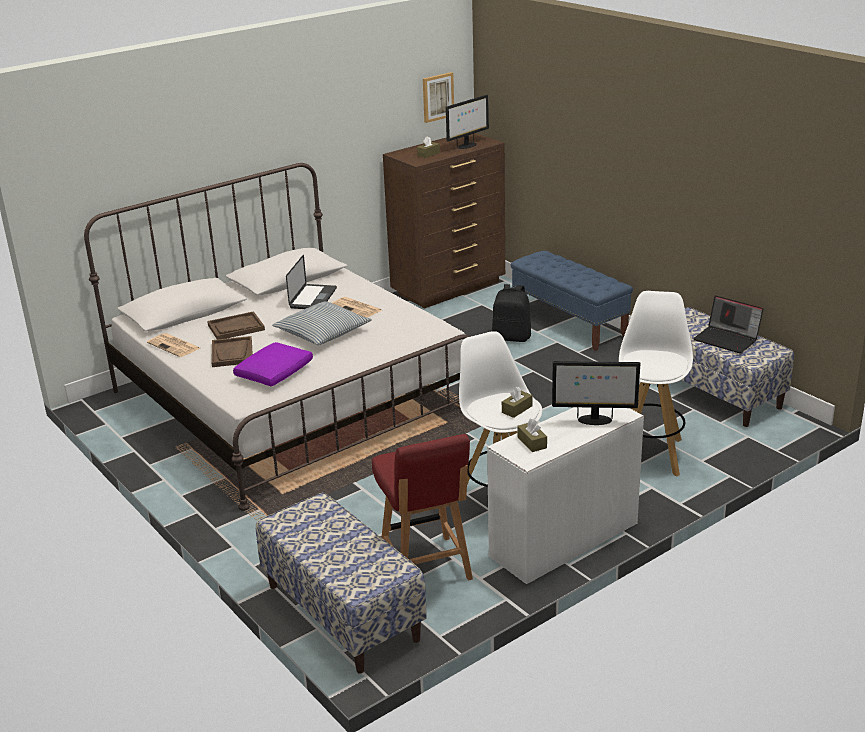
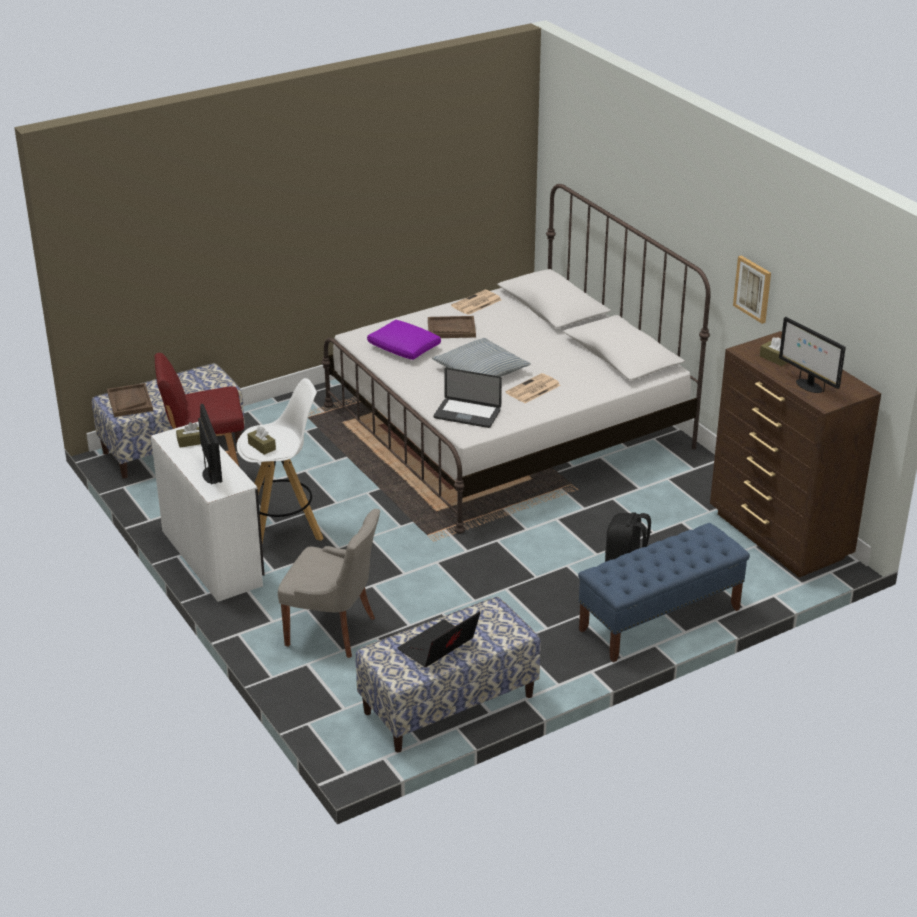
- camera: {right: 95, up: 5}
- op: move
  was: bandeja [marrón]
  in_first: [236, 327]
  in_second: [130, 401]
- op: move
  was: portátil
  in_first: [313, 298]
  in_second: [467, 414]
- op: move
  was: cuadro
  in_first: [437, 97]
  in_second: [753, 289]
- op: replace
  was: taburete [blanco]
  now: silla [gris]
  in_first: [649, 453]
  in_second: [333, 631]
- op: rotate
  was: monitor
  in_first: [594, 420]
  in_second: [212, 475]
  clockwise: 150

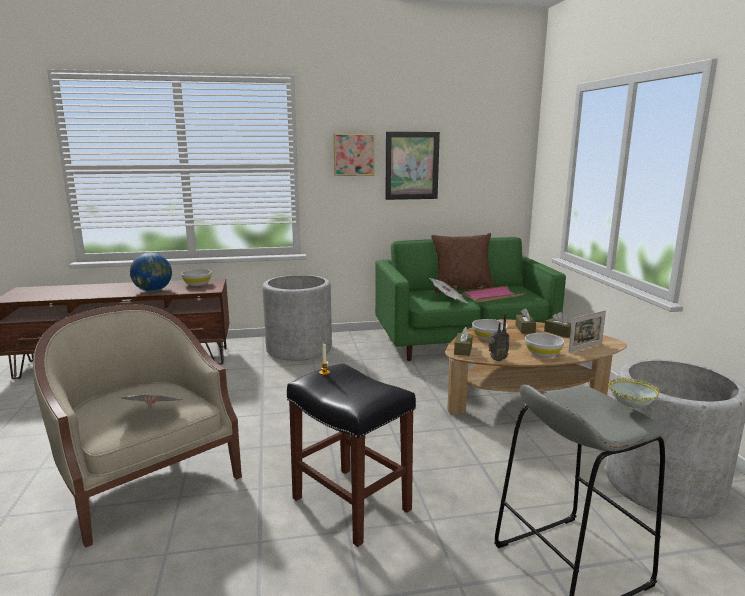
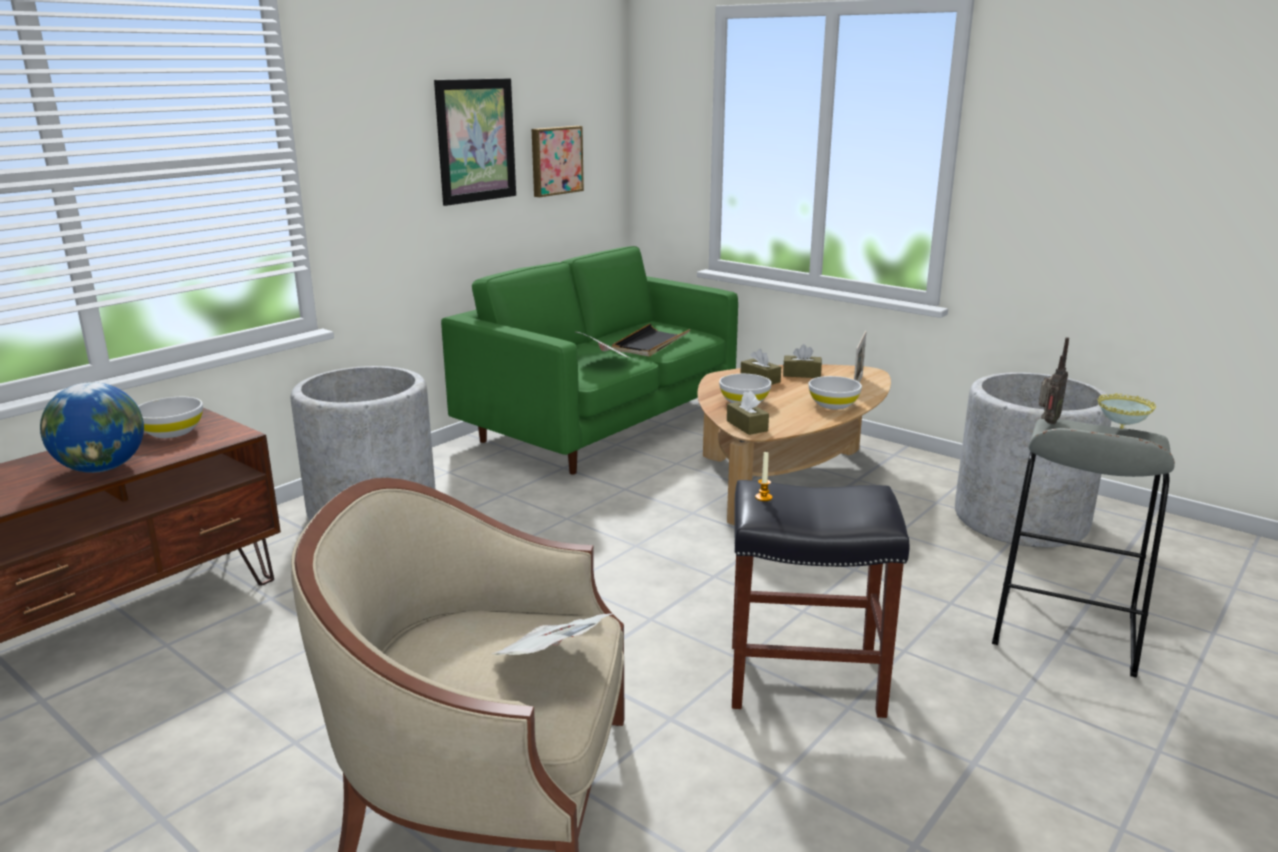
- camera: {right: -40, up: 5}
- op: delete
  was: cojín [marrón]
  in_first: [462, 288]
- op: move
  was: cuadro
  in_first: [353, 154]
  in_second: [555, 160]
- op: move
  was: radio
  in_first: [496, 359]
  in_second: [1047, 422]
- op: recolor
  was: bandeja [rosa]
  now: bandeja [negro]
  in_first: [492, 296]
  in_second: [650, 343]

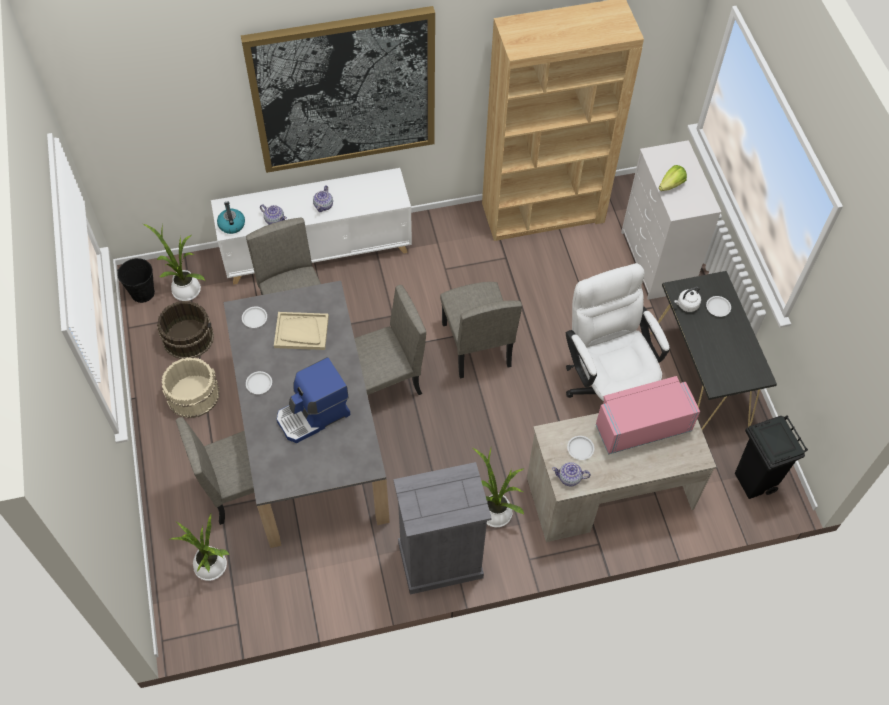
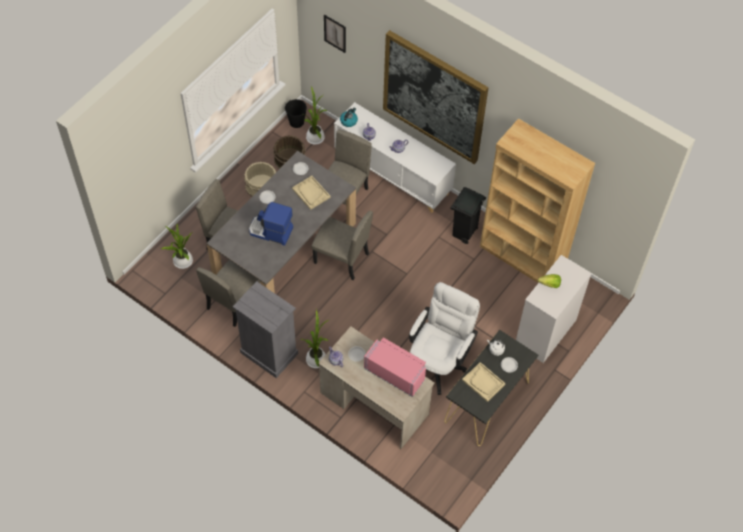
- camera: {right: 50, up: 0}
- op: insert
  now: cuadro
  in_second: [335, 33]
- op: insert
  now: bandeja [beis]
  in_second: [483, 382]
- op: move
  was: silla [beis]
  in_first: [476, 345]
  in_second: [234, 301]
- op: move
  was: papelera [negro]
  in_first: [754, 482]
  in_second: [464, 233]

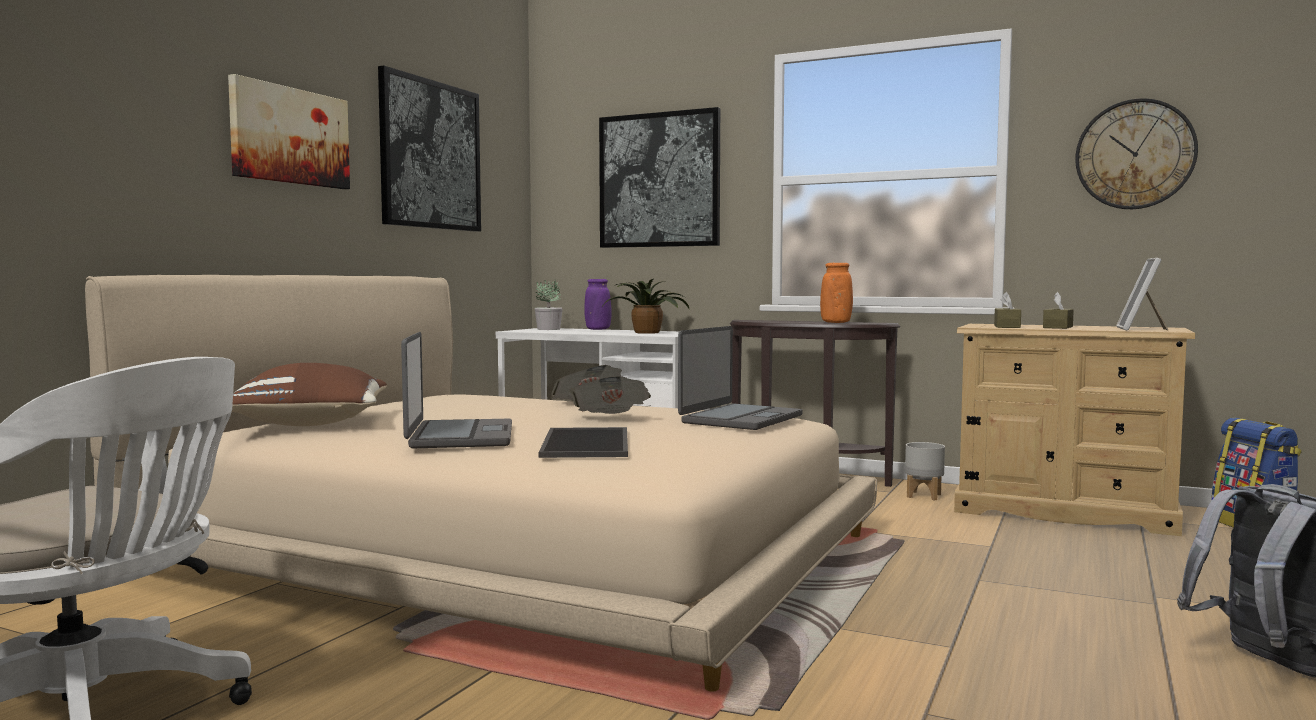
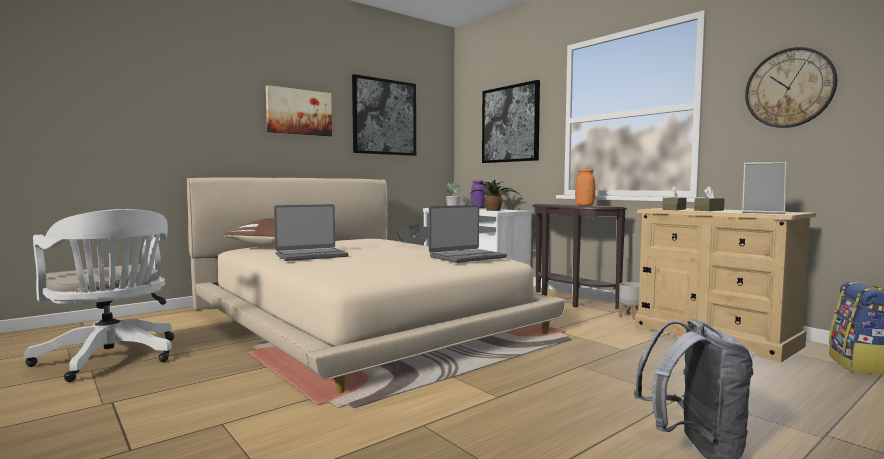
- camera: {right: 25, up: 0}
- op: delete
  was: bandeja
  in_first: [588, 444]
- op: delete
  was: periódico
  in_first: [610, 419]
- op: rotate
  was: portátil
  in_first: [459, 436]
  in_second: [311, 255]
  clockwise: 45
- op: rotate
  was: portarretratos
  in_first: [1140, 329]
  in_second: [763, 212]
  clockwise: -105

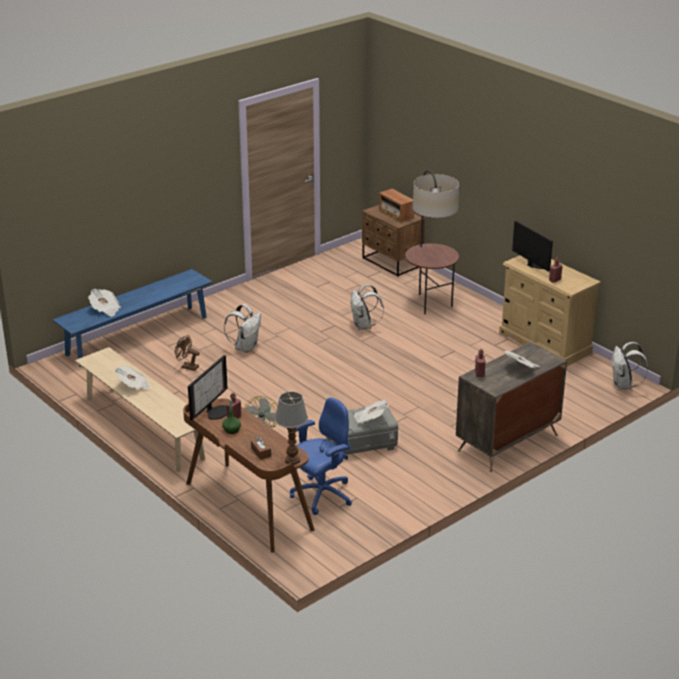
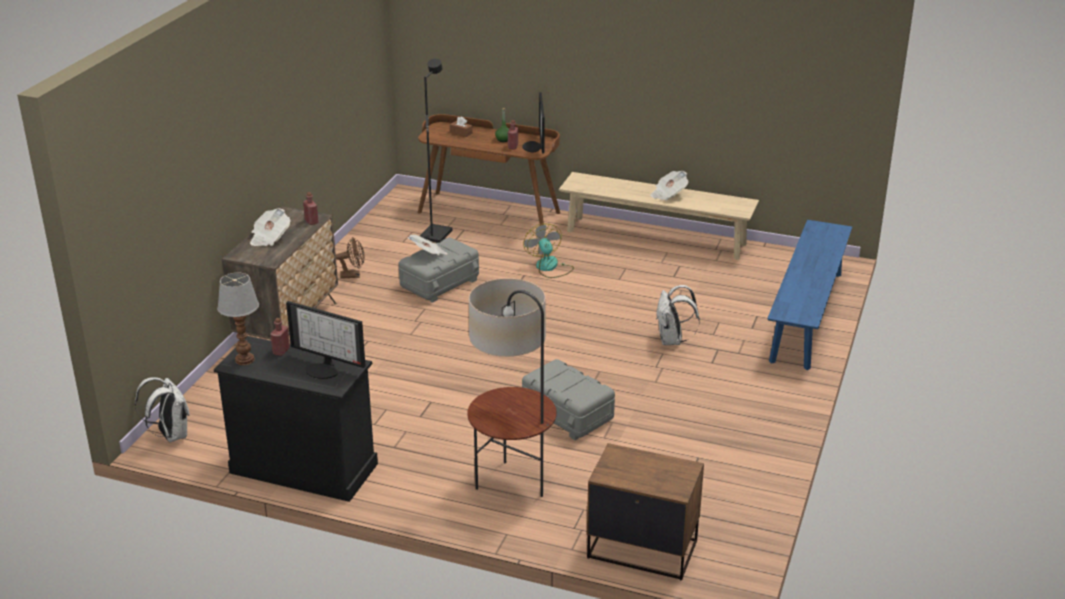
- camera: {right: 150, up: 0}
- op: delete
  was: periódico
  in_first: [105, 310]
- op: delete
  was: radio
  in_first: [396, 214]
- op: move
  was: ventilador [marrón]
  in_first: [187, 367]
  in_second: [353, 275]
- op: move
  was: lámpara de mesa
  in_first: [292, 460]
  in_second: [245, 360]
- op: replace
  was: silla de oficina [azul]
  now: lámpara de pie [negro]
  in_first: [321, 495]
  in_second: [435, 235]
- op: replace
  was: mochila [blanco]
  now: caja de almacenaje [gris]
  in_first: [364, 326]
  in_second: [567, 414]
- op: recolor
  was: cómoda [beis]
  now: cómoda [negro]
  in_first: [544, 343]
  in_second: [304, 468]

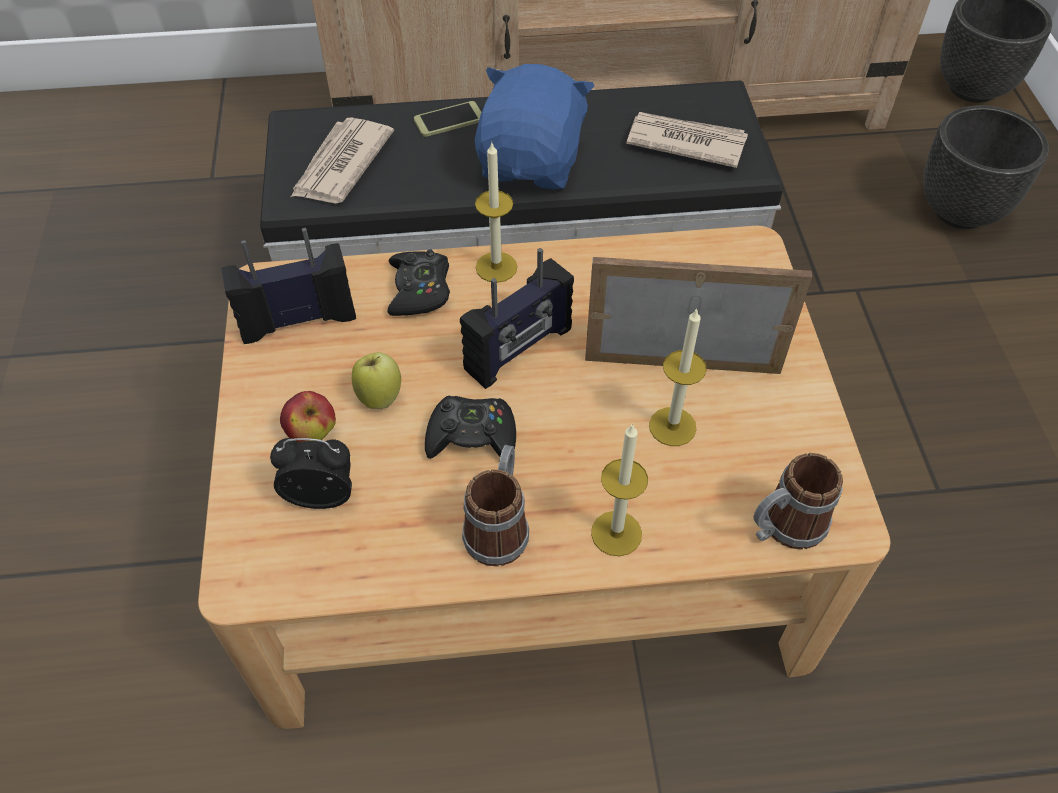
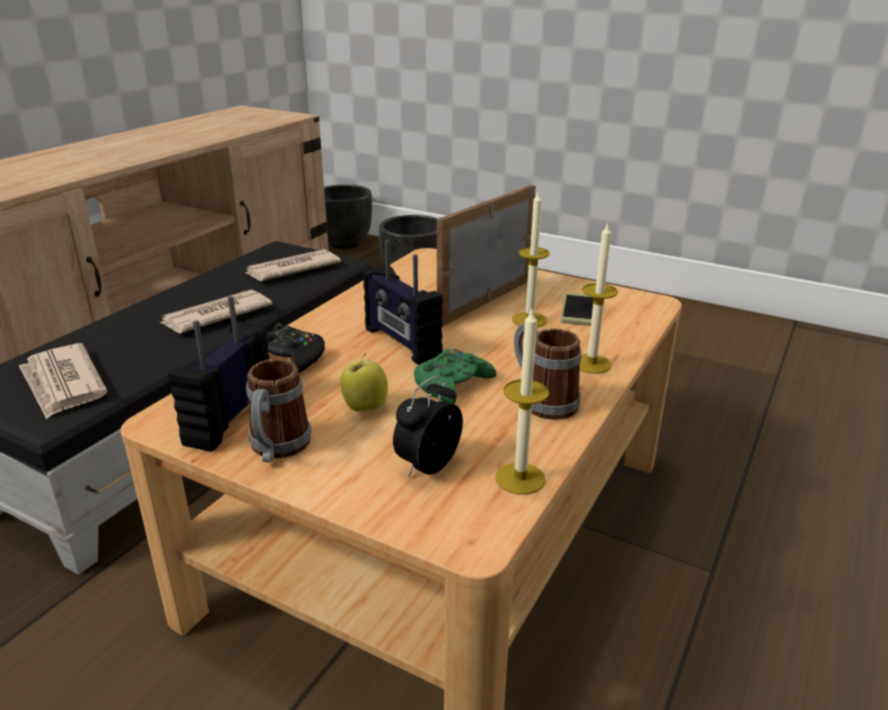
- camera: {right: -55, up: -25}
- op: delete
  was: manzana
  in_first: [312, 433]
- op: move
  was: móvil
  in_first: [449, 120]
  in_second: [578, 310]
- op: move
  was: vela
  in_first: [496, 267]
  in_second: [520, 478]
- op: move
  was: taza grande
  in_first: [783, 527]
  in_second: [277, 449]
- op: replace
  was: peluche [azul]
  now: periódico
  in_first: [532, 163]
  in_second: [215, 315]
- op: recolor
  was: mando de consola [negro]
  now: mando de consola [verde]
  in_first: [472, 436]
  in_second: [452, 384]
- op: rotate
  was: radio
  in_first: [519, 350]
  in_second: [401, 343]
  clockwise: 150

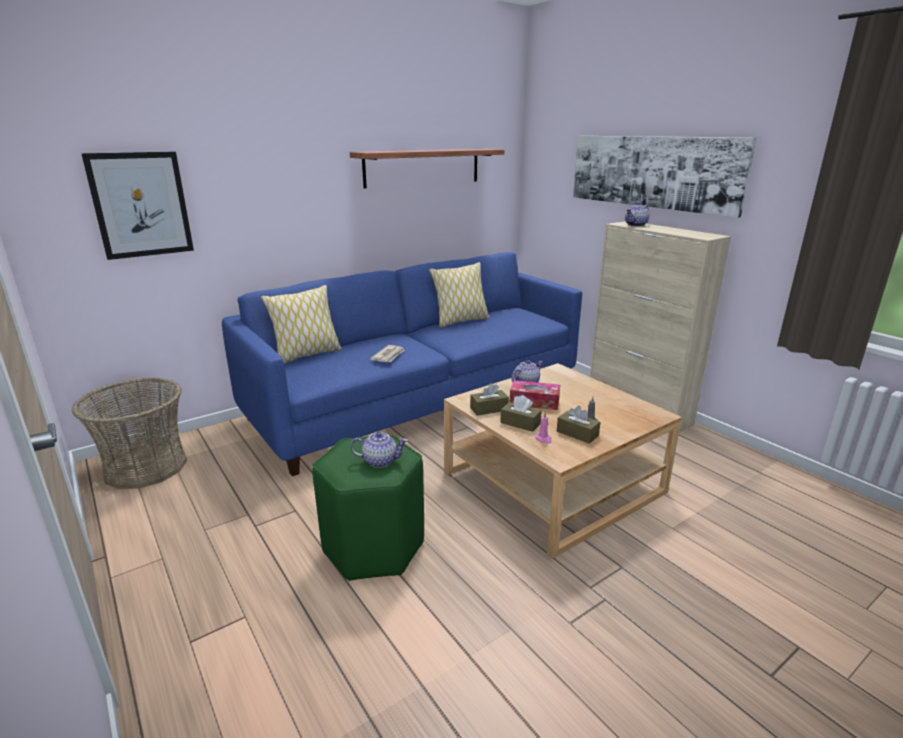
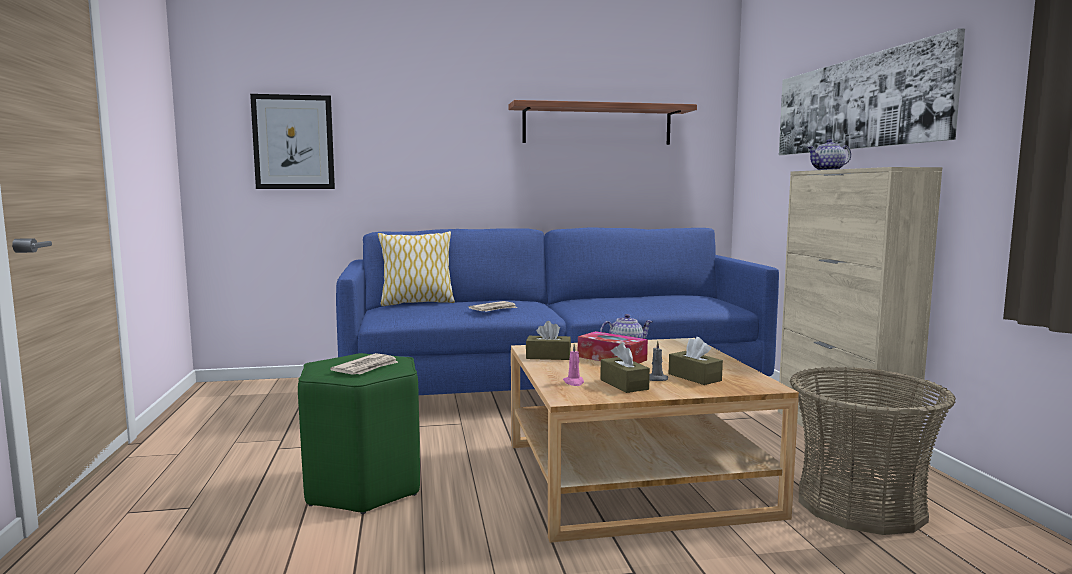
- camera: {right: 25, up: -15}
- op: delete
  was: cojín
  in_first: [460, 321]
- op: move
  was: cesta
  in_first: [146, 467]
  in_second: [860, 504]
- op: move
  was: caja de pañuelos [marrón]
  in_first: [520, 423]
  in_second: [694, 377]
- op: replace
  was: tetera
  now: periódico
  in_first: [380, 461]
  in_second: [367, 368]

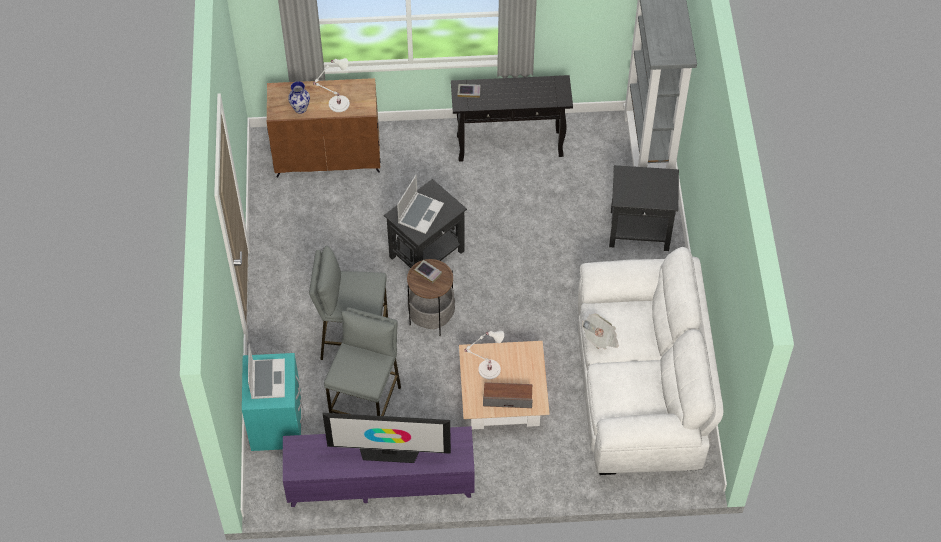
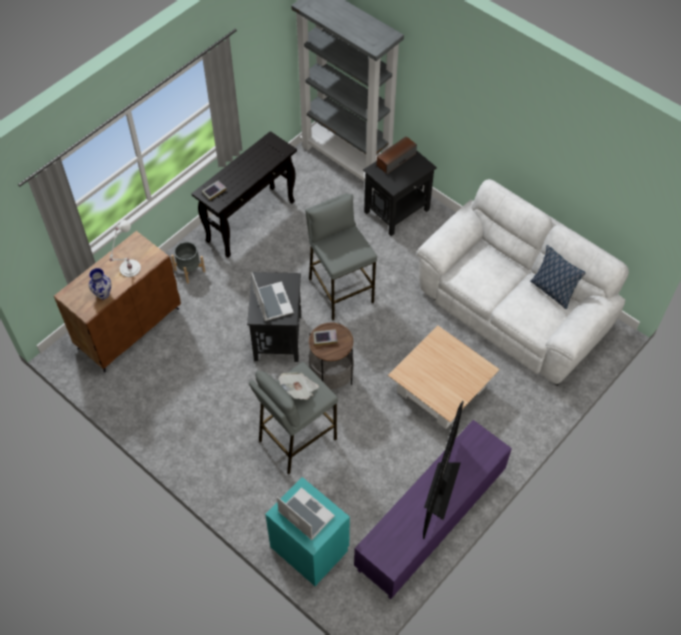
- camera: {right: -45, up: 0}
- op: delete
  was: lámpara de mesa [blanco]
  in_first: [487, 369]
- op: insert
  now: maceta [gris]
  in_second: [189, 270]
- op: insert
  now: cojín
  in_second: [552, 290]
- op: move
  was: taburete [gris]
  in_first: [367, 406]
  in_second: [340, 290]
- op: move
  was: altavoz
  in_first: [507, 399]
  in_second: [396, 159]
- op: move
  was: periódico
  in_first: [600, 338]
  in_second: [299, 390]
- op: rotate
  was: televisor
  in_first: [389, 451]
  in_second: [441, 488]
  clockwise: 150

